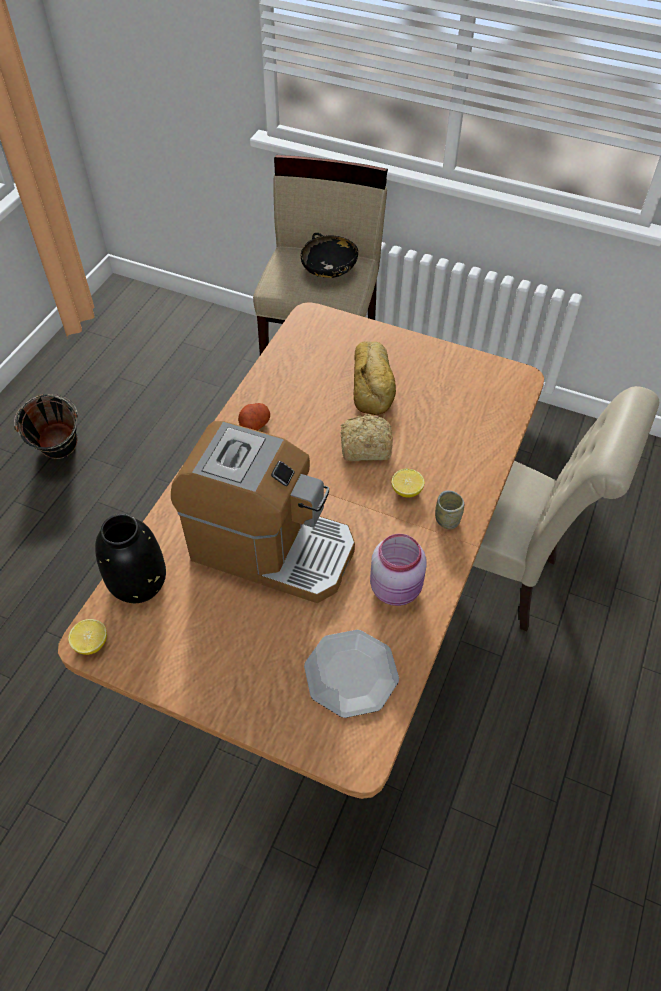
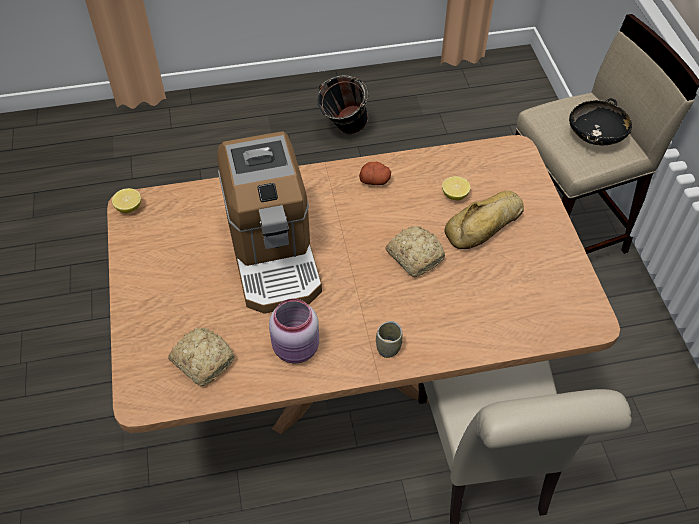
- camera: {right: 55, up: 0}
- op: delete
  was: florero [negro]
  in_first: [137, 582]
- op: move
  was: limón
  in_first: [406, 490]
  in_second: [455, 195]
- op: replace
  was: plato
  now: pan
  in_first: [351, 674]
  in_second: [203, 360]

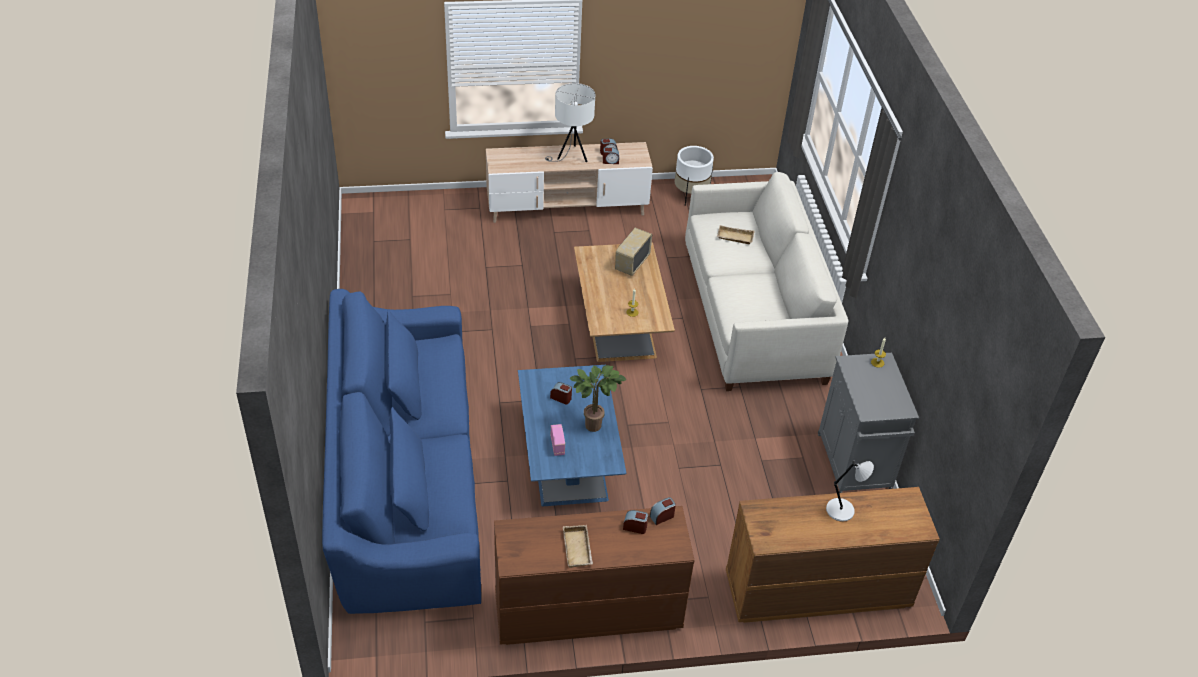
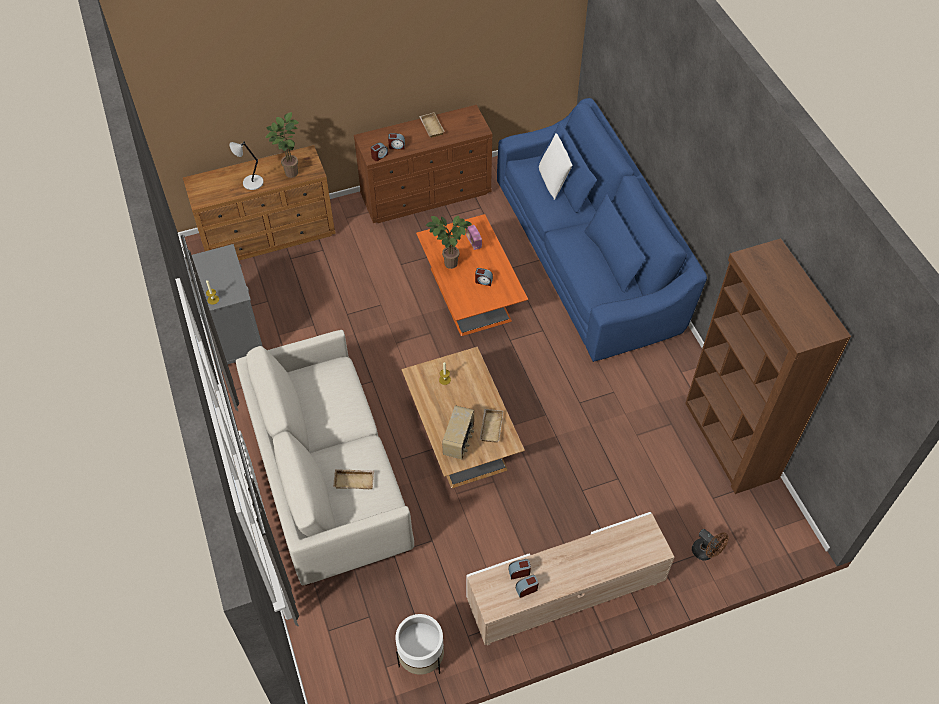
- camera: {right: 170, up: 10}
- op: delete
  was: lámpara de mesa [blanco]
  in_first: [571, 156]
- op: insert
  now: planta en maceta
  in_second: [290, 171]
- op: insert
  now: bandeja [beis]
  in_second: [490, 427]
- op: insert
  now: cojín [blanco]
  in_second: [553, 182]
- op: insert
  now: estantería [marrón]
  in_second: [730, 441]
- op: insert
  now: ventilador [marrón]
  in_second: [706, 553]
- op: recolor
  was: mesa de centro [azul]
  now: mesa de centro [naranja]
  in_first: [567, 457]
  in_second: [471, 295]

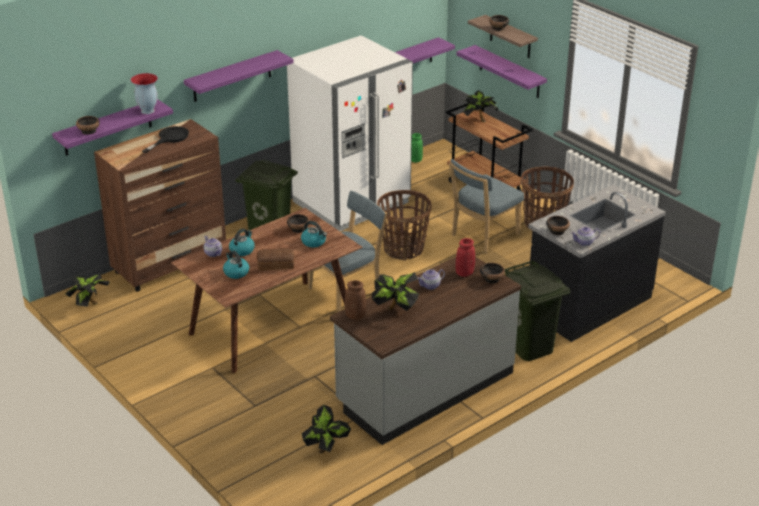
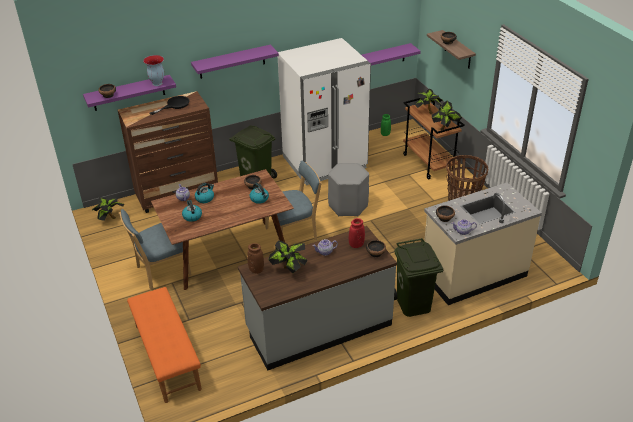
- camera: {right: 15, up: 5}
- op: delete
  was: pan
  in_first: [275, 264]
- op: delete
  was: estante [morado]
  in_first: [509, 72]
- op: insert
  now: banco [naranja]
  in_second: [166, 357]
- op: move
  was: planta en maceta
  in_first: [326, 448]
  in_second: [445, 128]
- op: move
  was: silla [azul]
  in_first: [482, 236]
  in_second: [161, 272]
- op: replace
  was: cesta
  now: taburete [gris]
  in_first: [403, 249]
  in_second: [348, 206]
- op: recolor
  was: mueble bajo de cocina [negro]
  now: mueble bajo de cocina [beis]
  in_first: [587, 304]
  in_second: [473, 274]

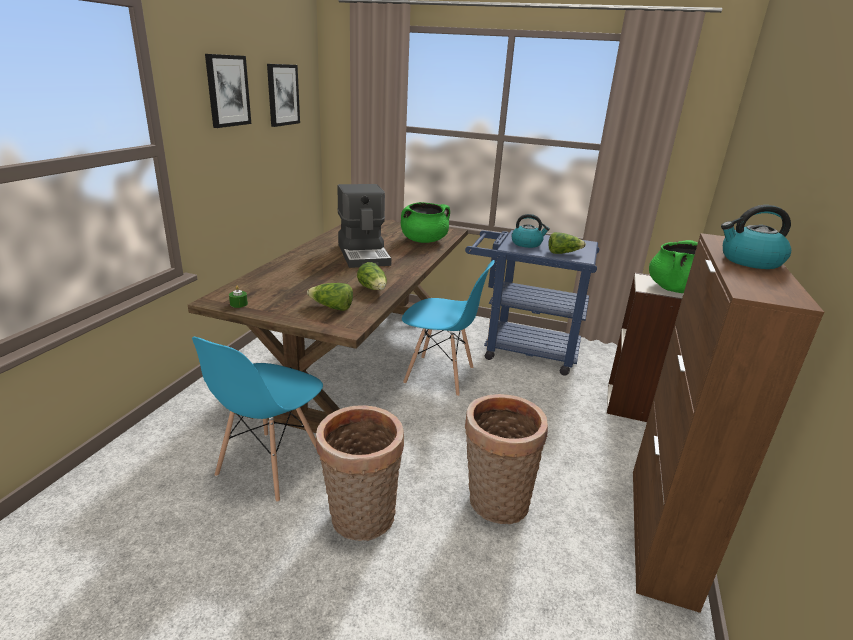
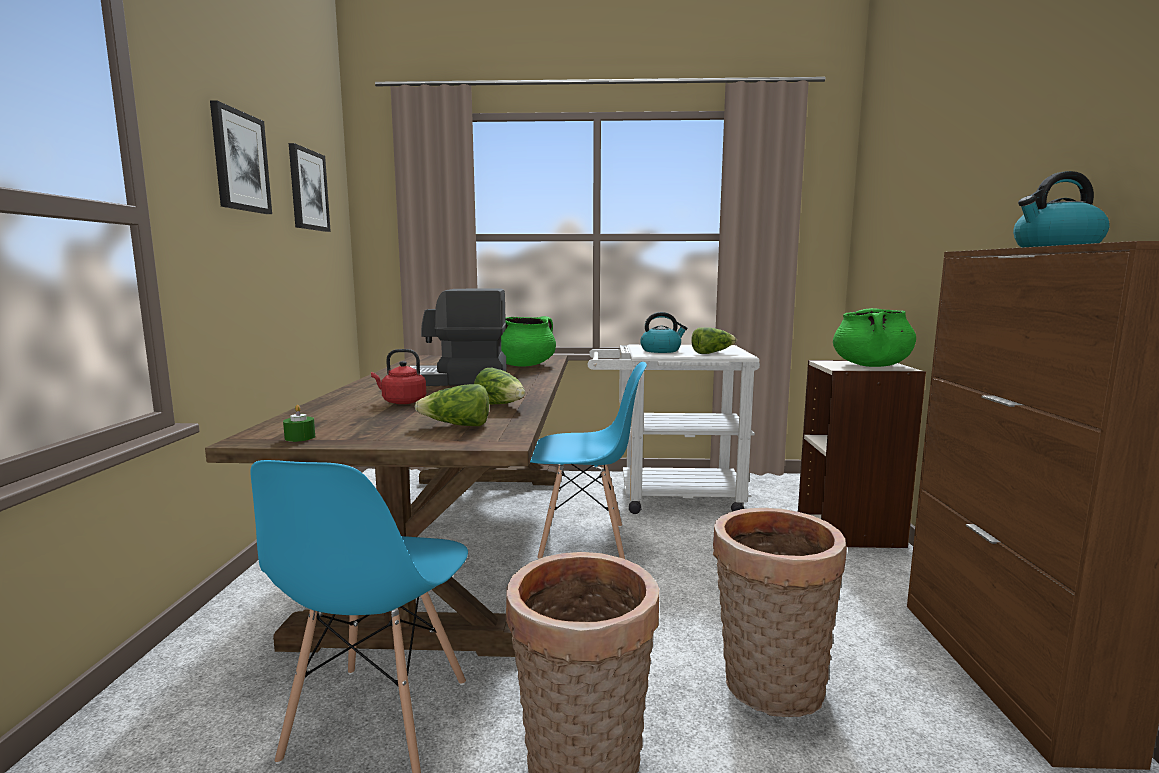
- camera: {right: -15, up: -15}
- op: insert
  now: hervidor [rojo]
  in_second: [401, 402]
- op: recolor
  was: carrito [azul]
  now: carrito [blanco]
  in_first: [521, 349]
  in_second: [668, 497]
- op: rotate
  was: cafetera
  in_first: [364, 254]
  in_second: [456, 380]
  clockwise: 120

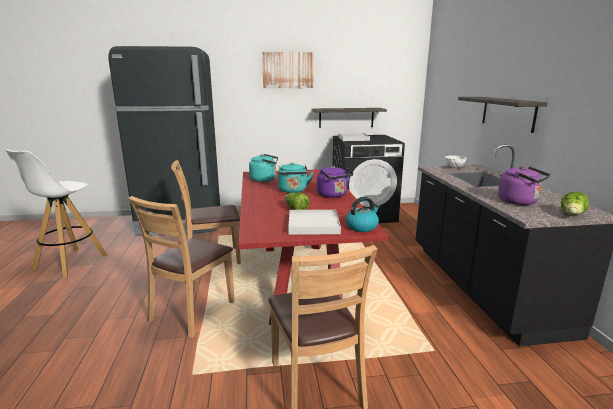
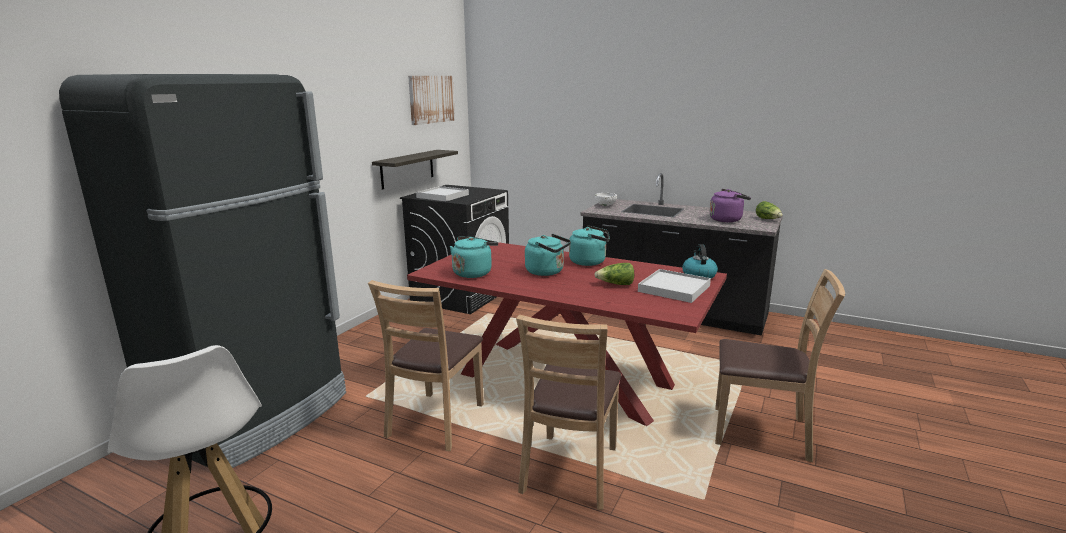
- camera: {right: -55, up: 0}
- op: delete
  was: estante
  in_first: [508, 113]
- op: move
  was: cuadro
  in_first: [288, 70]
  in_second: [431, 99]
- op: recolor
  was: hervidor [morado]
  now: hervidor [turquesa]
  in_first: [333, 195]
  in_second: [590, 262]
- op: rotate
  was: silla [marrón]
  in_first: [192, 312]
  in_second: [570, 470]
  clockwise: 45

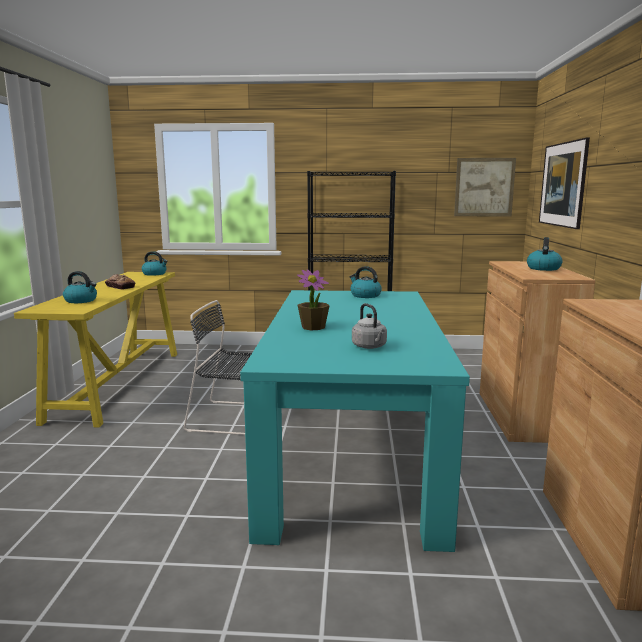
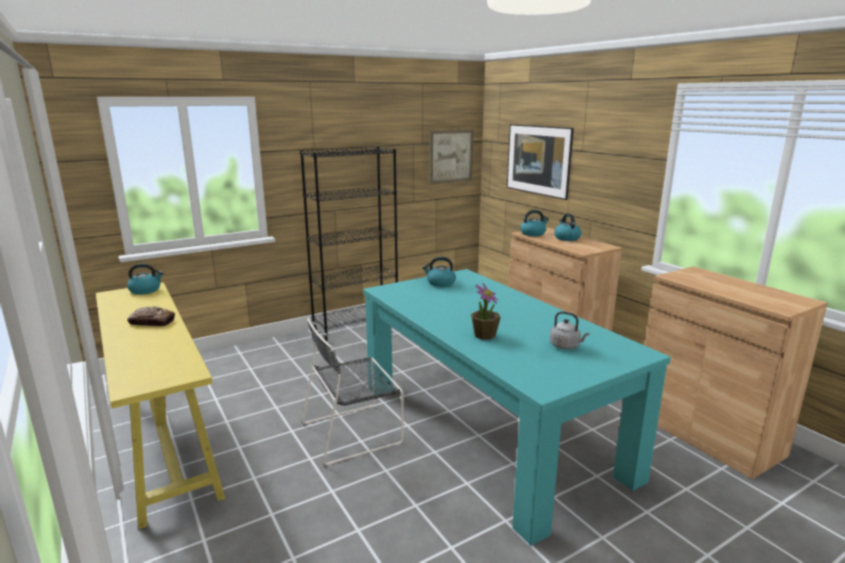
- camera: {right: -35, up: 5}
- op: move
  was: hervidor
  in_first: [81, 301]
  in_second: [533, 233]

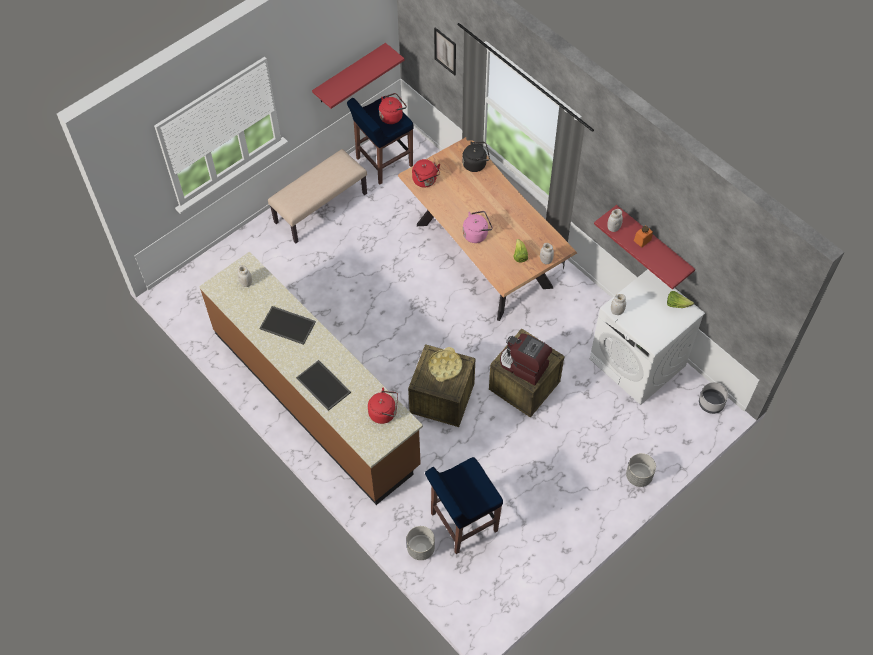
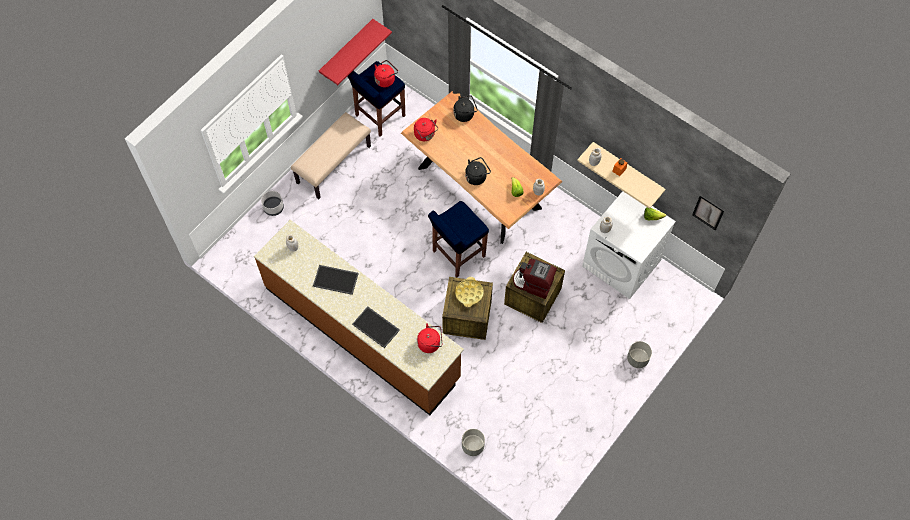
- camera: {right: -10, up: 5}
- op: move
  was: taburete [azul]
  in_first: [462, 522]
  in_second: [458, 254]
- op: move
  was: cuadro
  in_first: [445, 51]
  in_second: [708, 212]
- op: move
  was: maceta [gris]
  in_first: [711, 403]
  in_second: [273, 207]
- op: recolor
  was: hervidor [rosa]
  now: hervidor [negro]
  in_first: [476, 234]
  in_second: [477, 176]
- op: recolor
  was: estante [rojo]
  now: estante [beis]
  in_first: [653, 243]
  in_second: [627, 170]

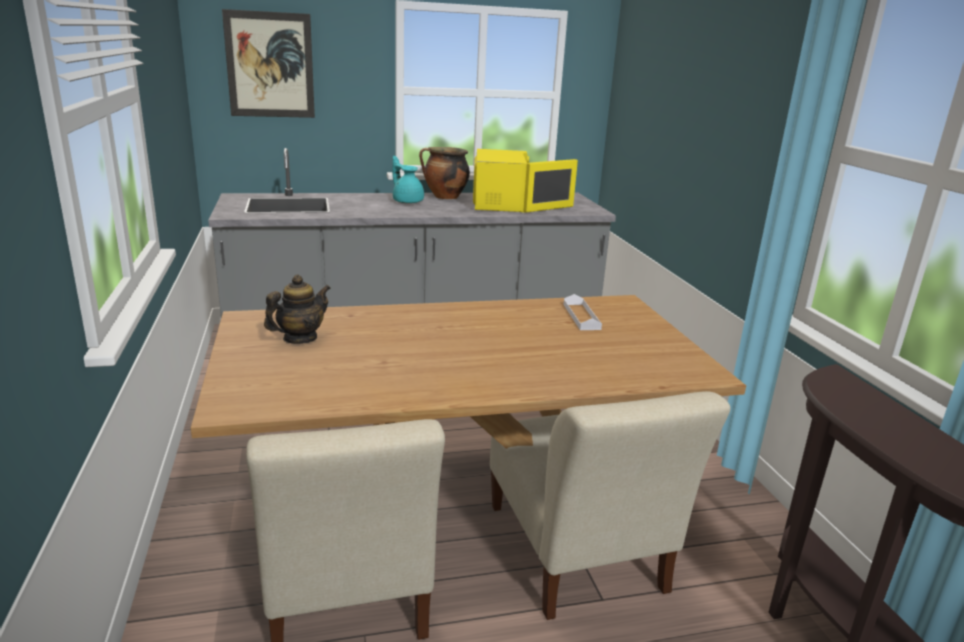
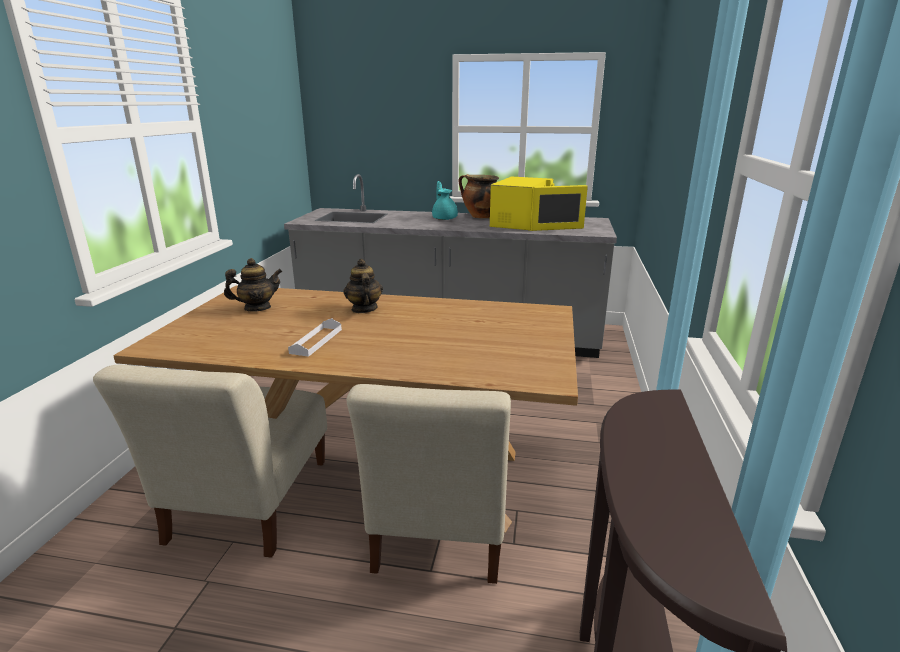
- camera: {right: 25, up: 0}
- op: delete
  was: cuadro
  in_first: [270, 65]
- op: insert
  now: tetera
  in_second: [364, 309]
- op: move
  was: bandeja [blanco]
  in_first: [581, 316]
  in_second: [316, 341]

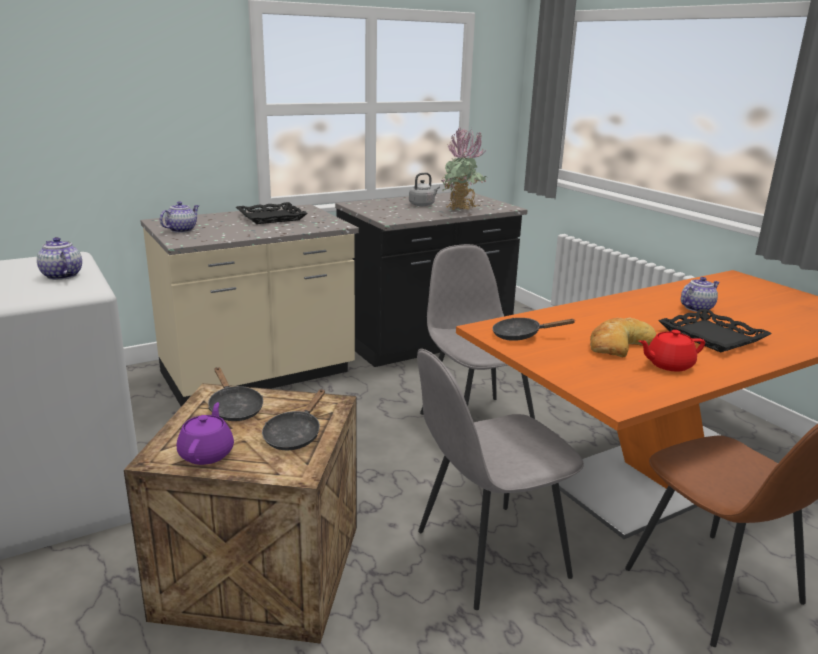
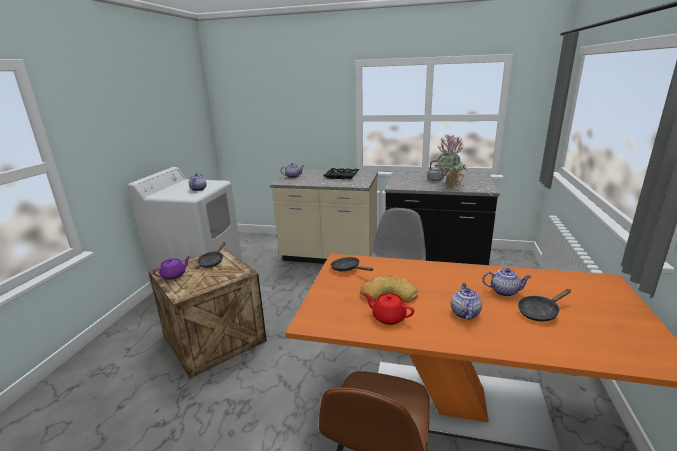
- camera: {right: 45, up: 0}
- op: delete
  was: silla [gris]
  in_first: [488, 554]
- op: move
  was: sartén [negro]
  in_first: [295, 435]
  in_second: [540, 312]
- op: replace
  was: bandeja [negro]
  now: tetera
  in_first: [711, 336]
  in_second: [464, 313]

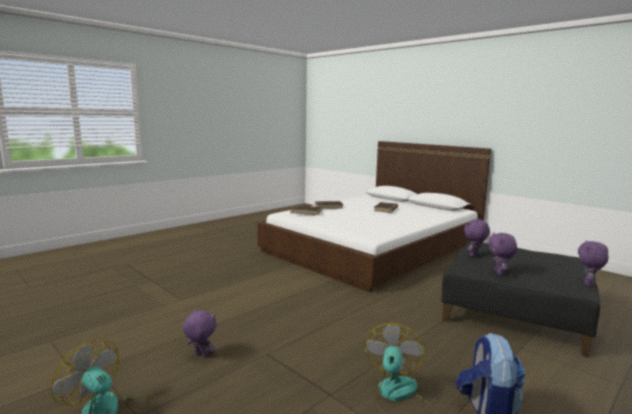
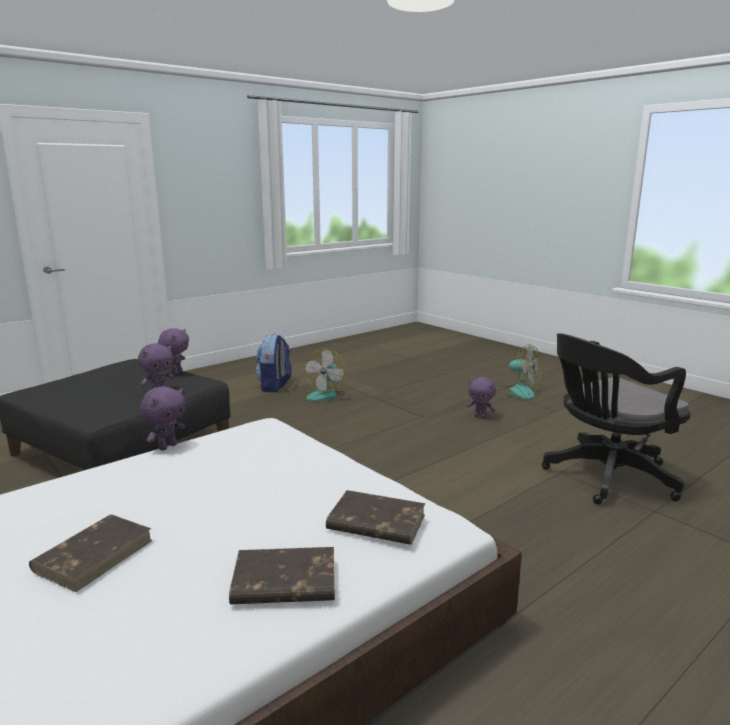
- camera: {right: -175, up: 5}
- op: insert
  now: silla de oficina [negro]
  in_second: [605, 477]
- op: move
  was: peluche [morado]
  in_first: [588, 284]
  in_second: [167, 446]

